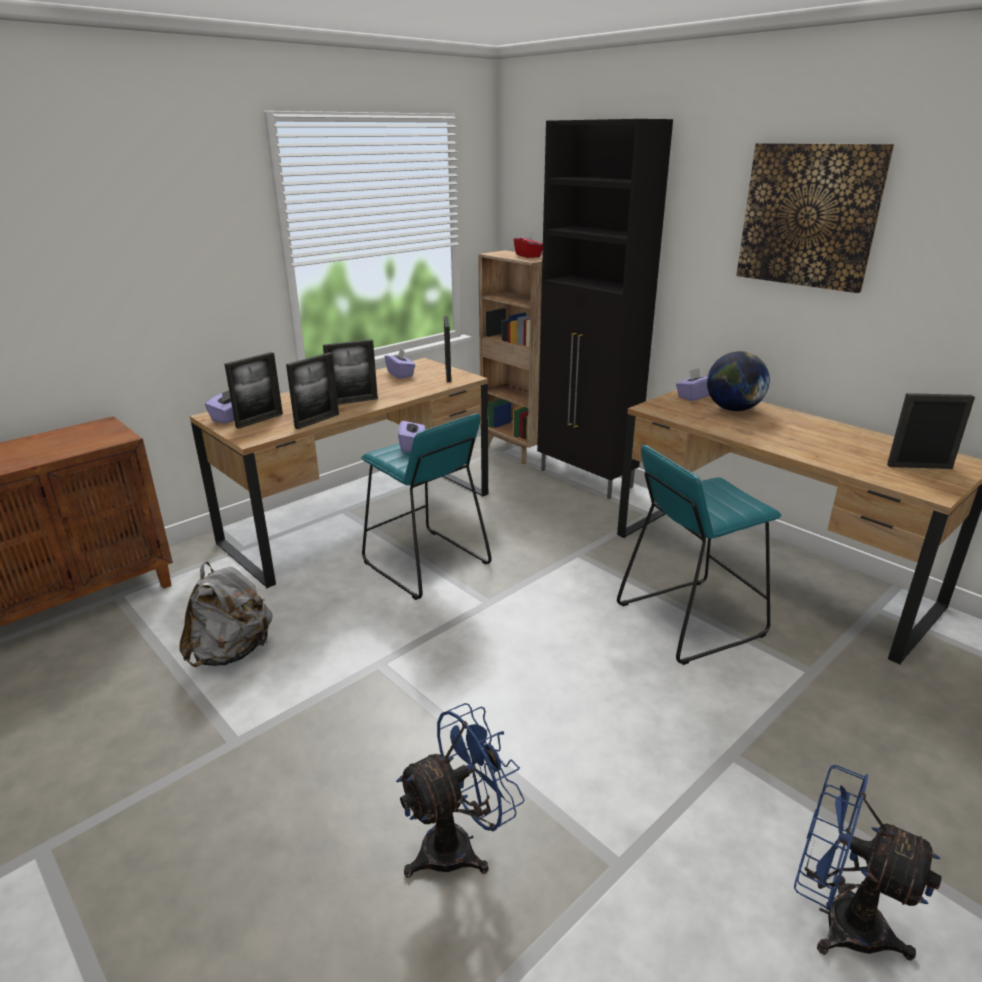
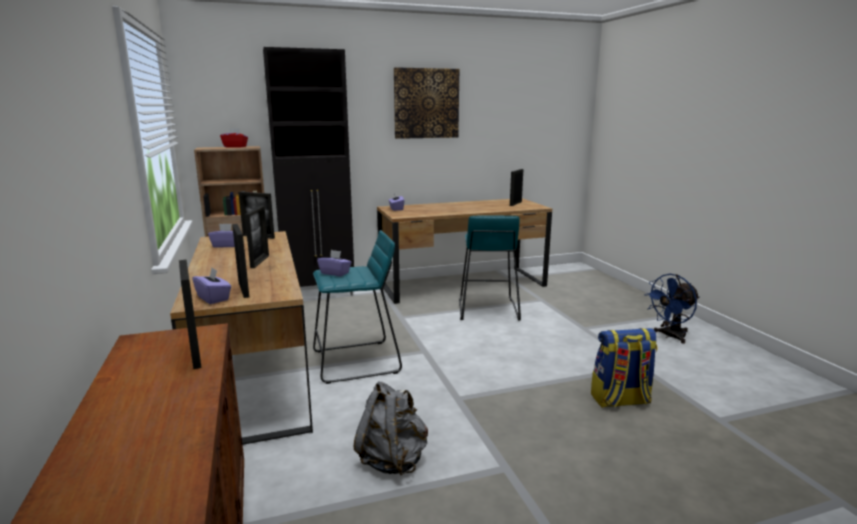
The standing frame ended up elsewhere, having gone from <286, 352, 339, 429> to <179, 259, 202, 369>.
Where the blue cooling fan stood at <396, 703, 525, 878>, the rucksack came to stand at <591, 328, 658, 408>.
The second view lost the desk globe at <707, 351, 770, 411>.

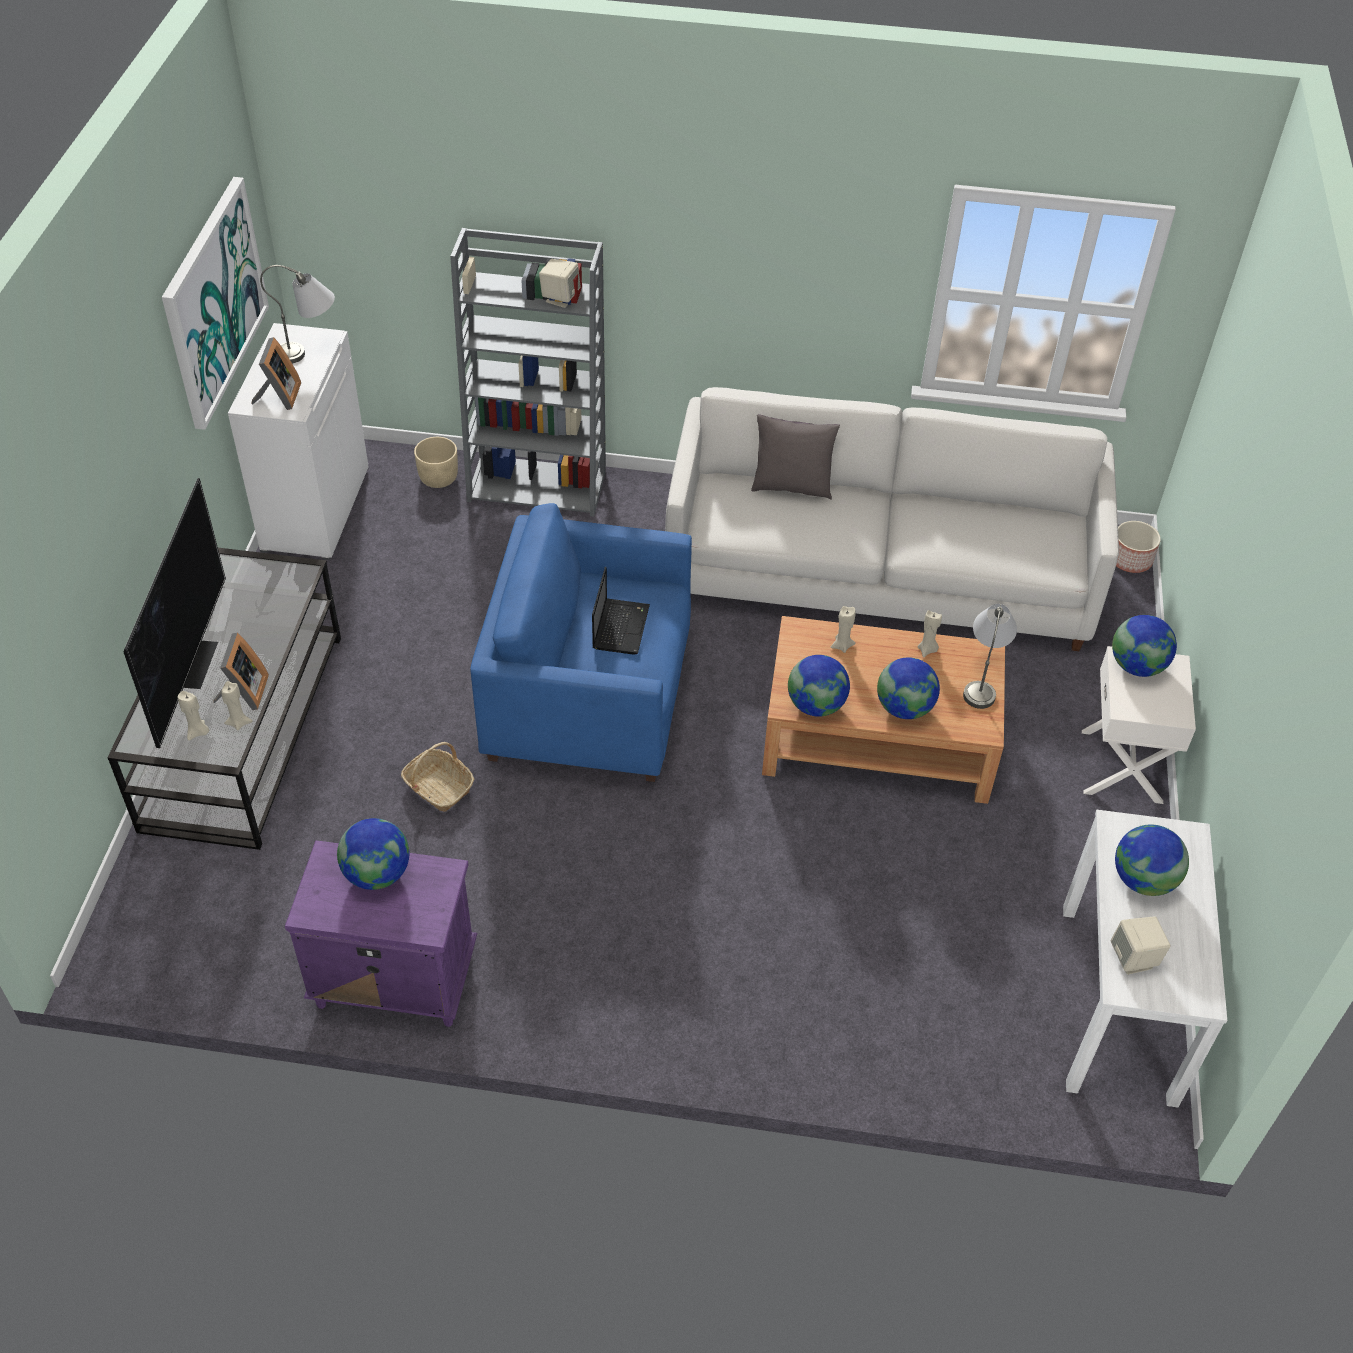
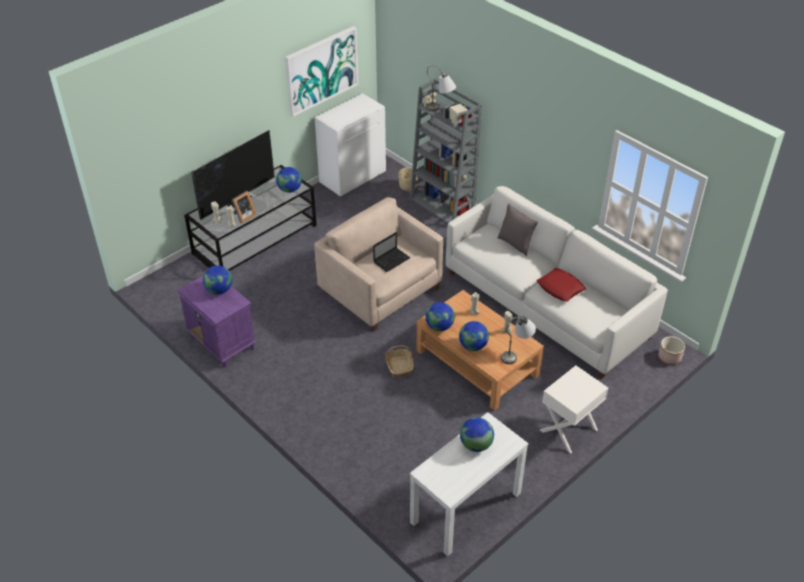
The desk globe ended up elsewhere, having gone from <1112, 615, 1177, 677> to <276, 167, 302, 193>.
What was the blue lounge chair at <470, 503, 692, 782> turned into the beige lounge chair at <314, 197, 443, 331>.
The storage basket ended up elsewhere, having gone from <401, 742, 474, 812> to <385, 346, 414, 377>.
The gray table lamp ended up elsewhere, having gone from <260, 265, 335, 363> to <426, 65, 456, 111>.
The second view gained the reddish pillow at <537, 268, 586, 302>.
The second view lost the standing frame at <252, 337, 301, 410>.
The second view lost the beige audio speaker at <1111, 917, 1171, 975>.

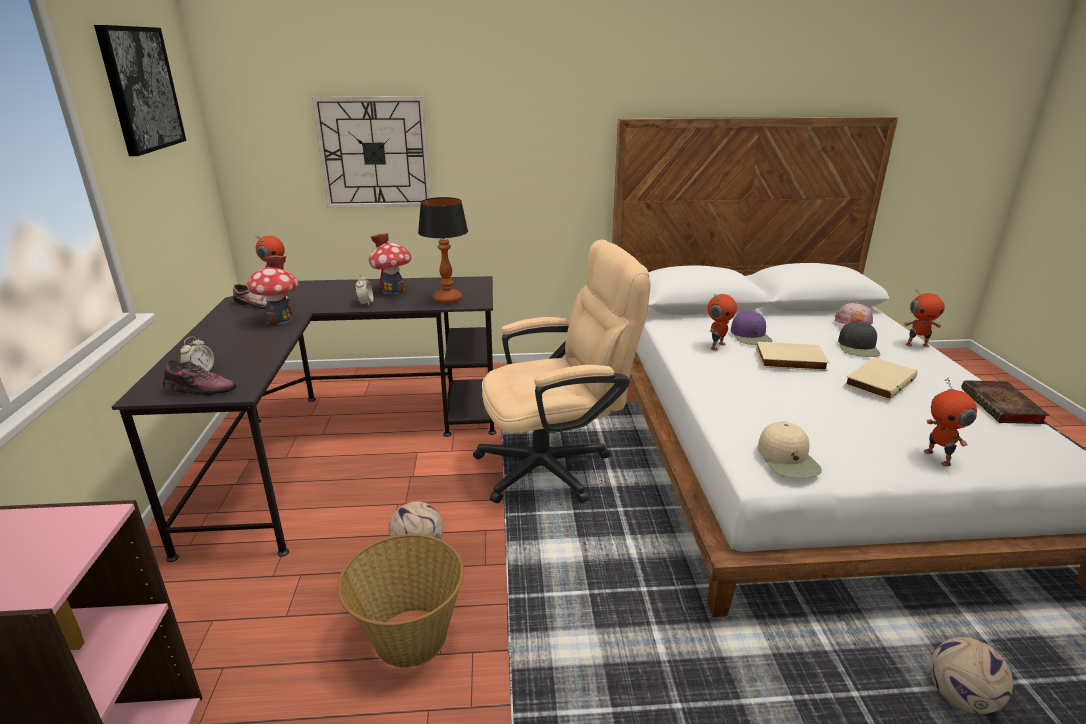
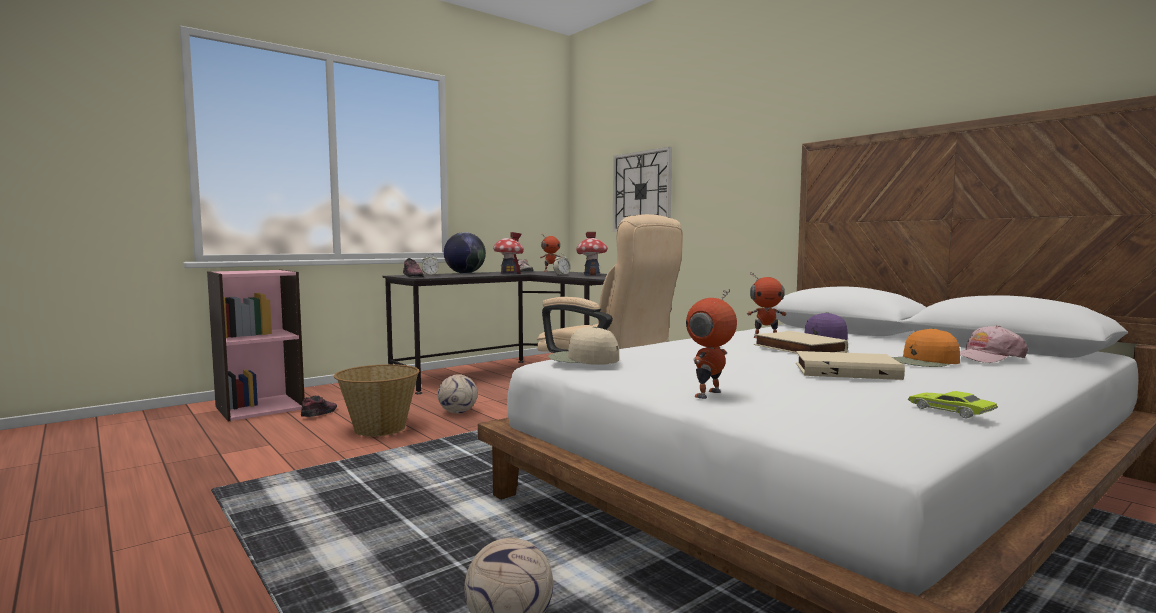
The second view gained the shoe at <301, 395, 337, 417>.
The second view gained the desk globe at <444, 232, 486, 274>.
The beige cap at <757, 421, 822, 478> ended up facing another way, 75 degrees clockwise from before.
What was the black-coloured cap at <838, 322, 880, 357> turned into the orangey cap at <892, 328, 960, 367>.
Where the volume stood at <961, 380, 1050, 424>, the green miniature car came to stand at <908, 391, 998, 419>.
The second view lost the wall picture at <94, 25, 186, 156>.
The second view lost the table lamp at <418, 197, 468, 304>.
The second view lost the model robot at <904, 288, 945, 347>.

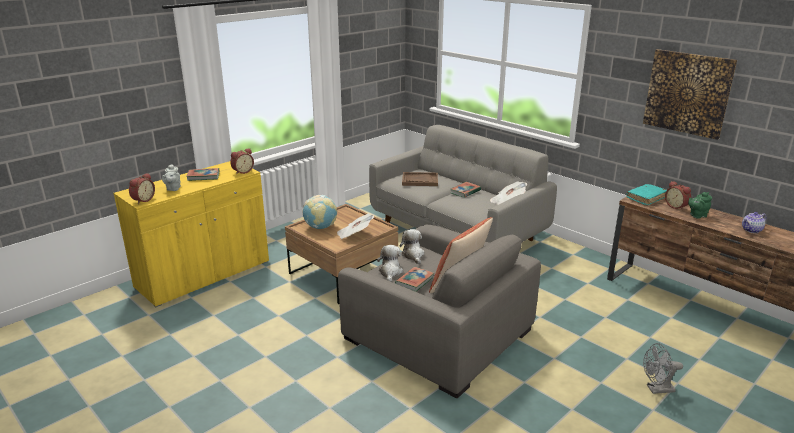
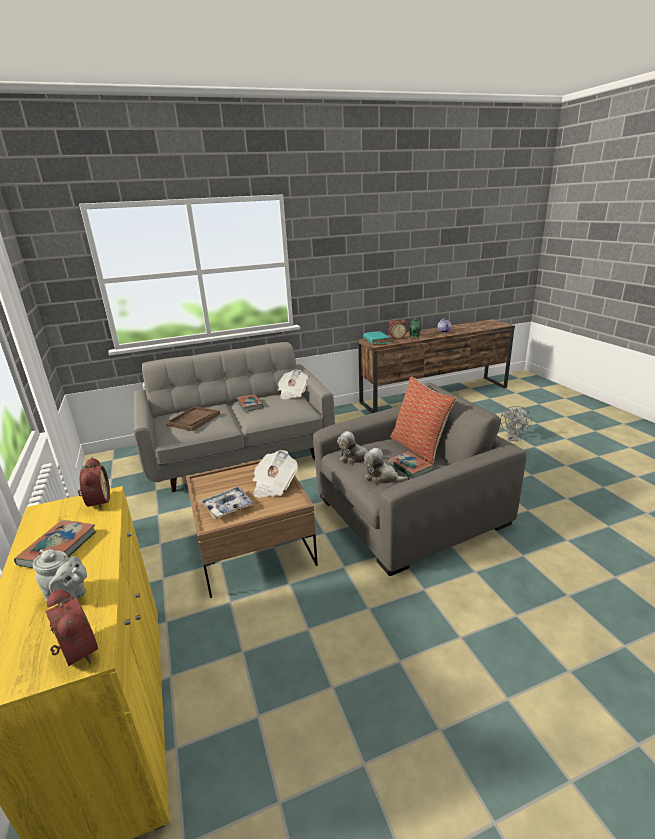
Where the desk globe stood at <302, 195, 337, 229>, the tray came to stand at <201, 486, 255, 519>.
The second view lost the wall picture at <643, 49, 737, 140>.

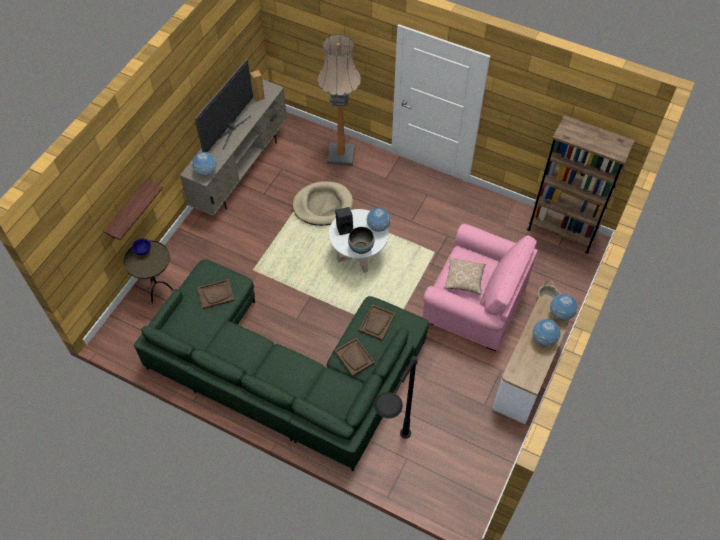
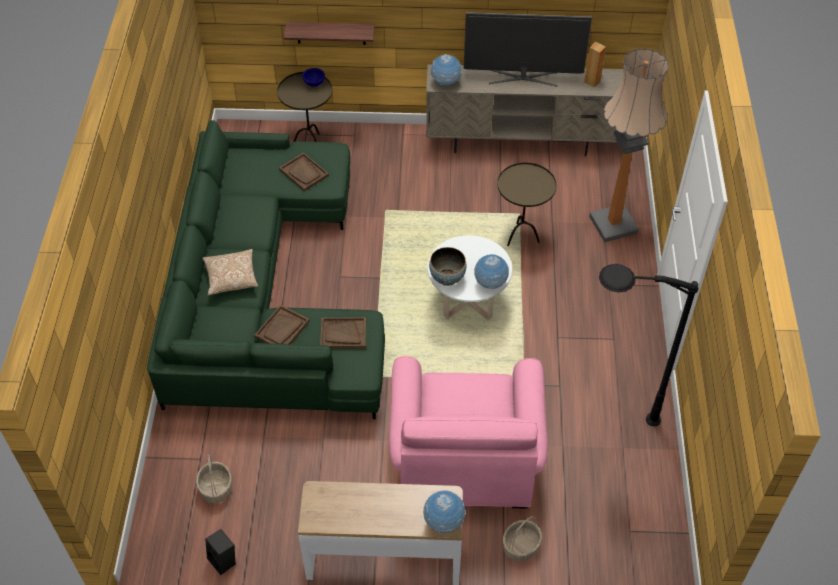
The second view gained the storage basket at <196, 454, 232, 503>.
The pillow ended up elsewhere, having gone from <444, 257, 486, 295> to <203, 249, 258, 295>.
The black-coloured audio speaker ended up elsewhere, having gone from <335, 207, 353, 235> to <205, 529, 235, 575>.
Where the beige pet bed stood at <293, 181, 353, 226>, the brownish end table came to stand at <497, 163, 557, 246>.
The black-coloured floor lamp ended up elsewhere, having gone from <374, 356, 418, 439> to <599, 264, 699, 426>.
The second view lost the brownish bookcase at <527, 115, 635, 254>.
The second view lost the desk globe at <533, 319, 561, 346>.

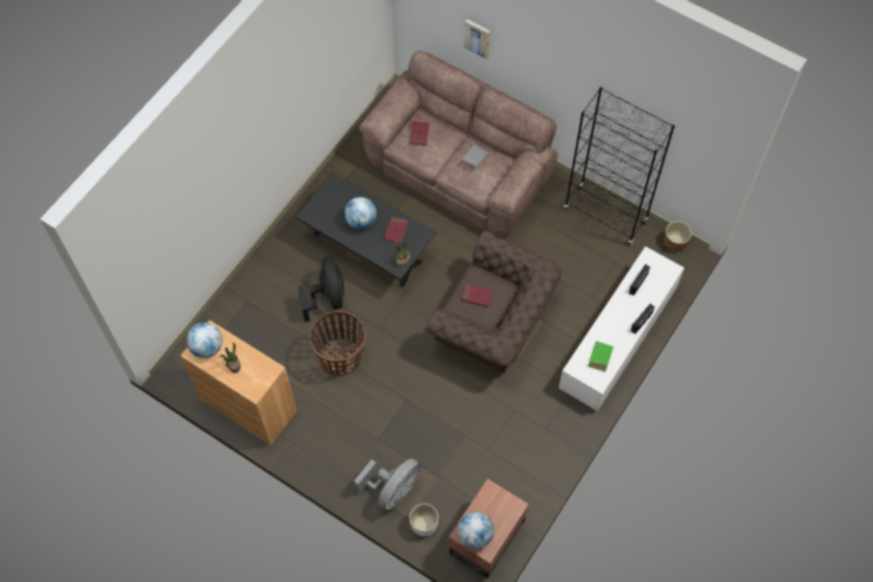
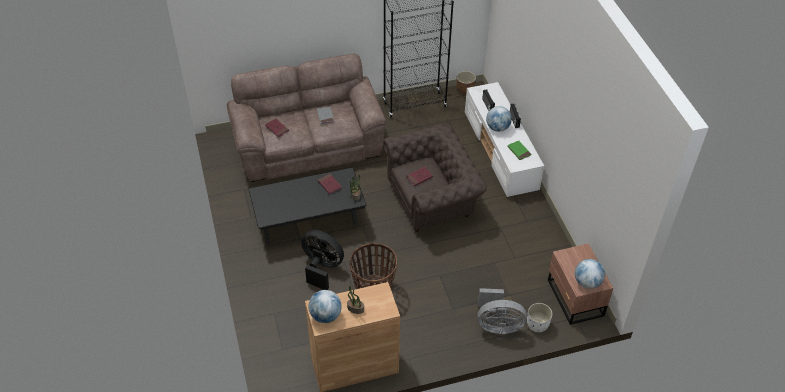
The gray cooling fan at <354, 458, 421, 510> ended up facing another way, 105 degrees clockwise from before.
The desk globe ended up elsewhere, having gone from <344, 197, 377, 229> to <486, 106, 512, 132>.
The second view lost the wall picture at <464, 19, 490, 59>.

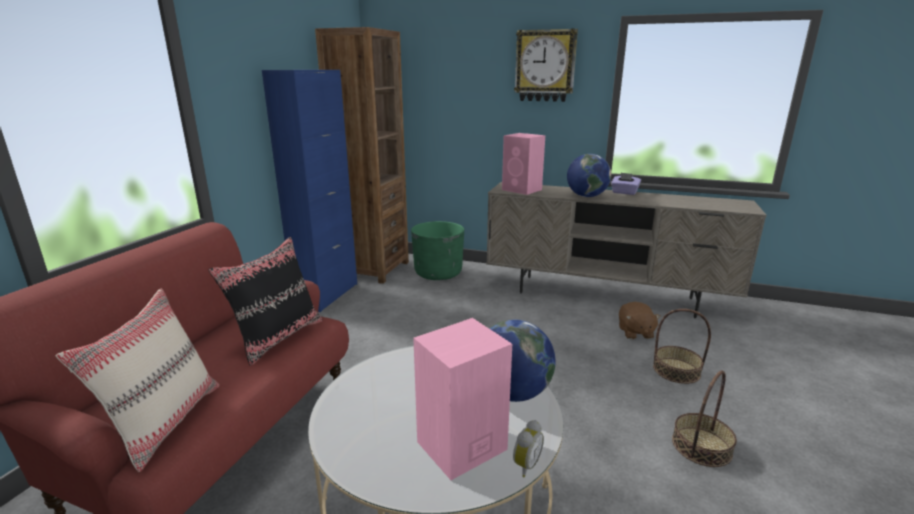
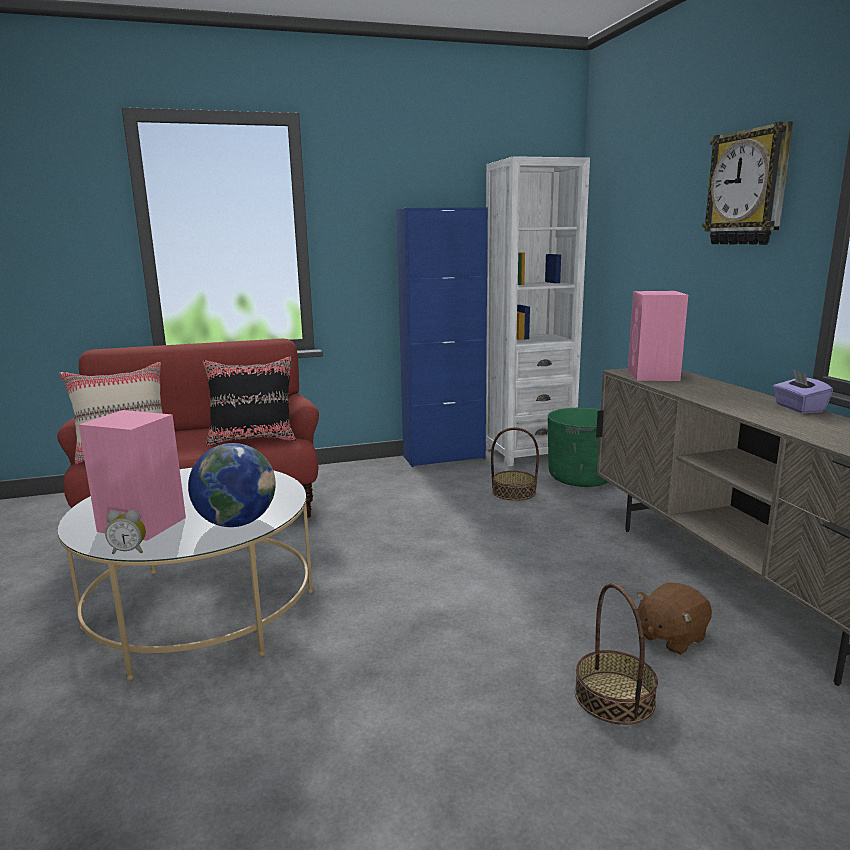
What was the brownish bookcase at <315, 27, 409, 284> turned into the whitish bookcase at <486, 156, 590, 467>.
The storage basket ended up elsewhere, having gone from <672, 371, 737, 467> to <491, 428, 539, 501>.
The second view lost the desk globe at <567, 154, 611, 197>.

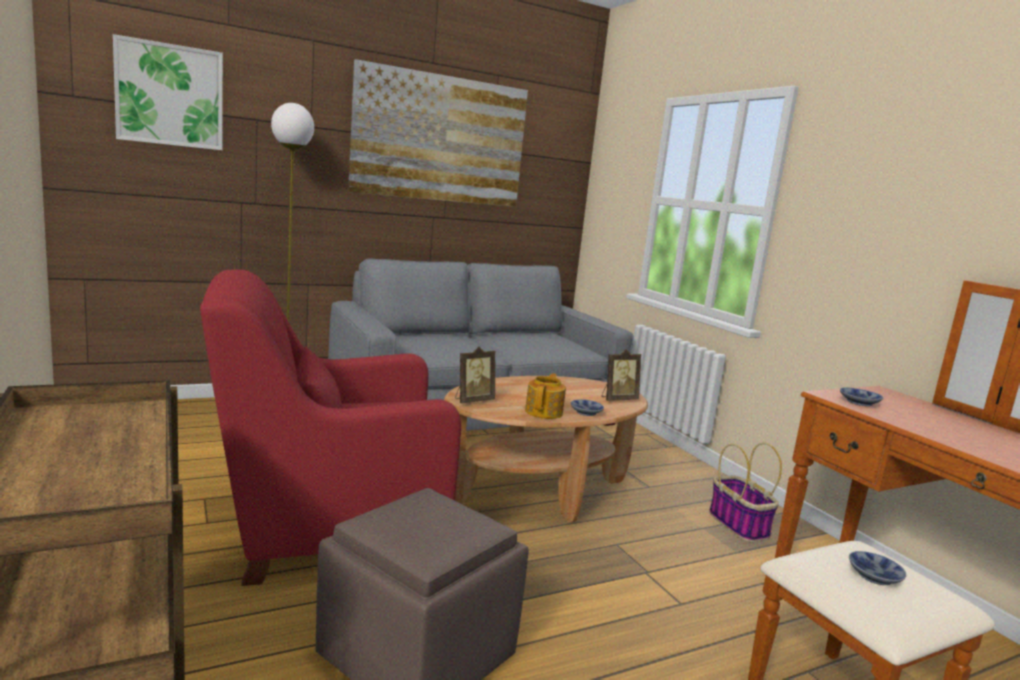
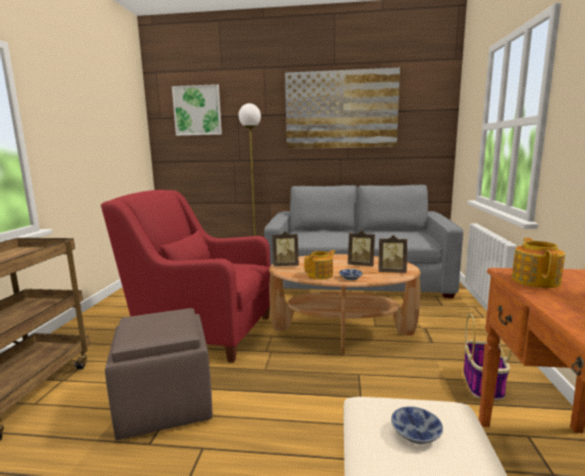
The second view gained the standing frame at <348, 230, 375, 267>.
Where the bowl stood at <840, 387, 883, 406>, the tea pot came to stand at <512, 238, 565, 288>.

